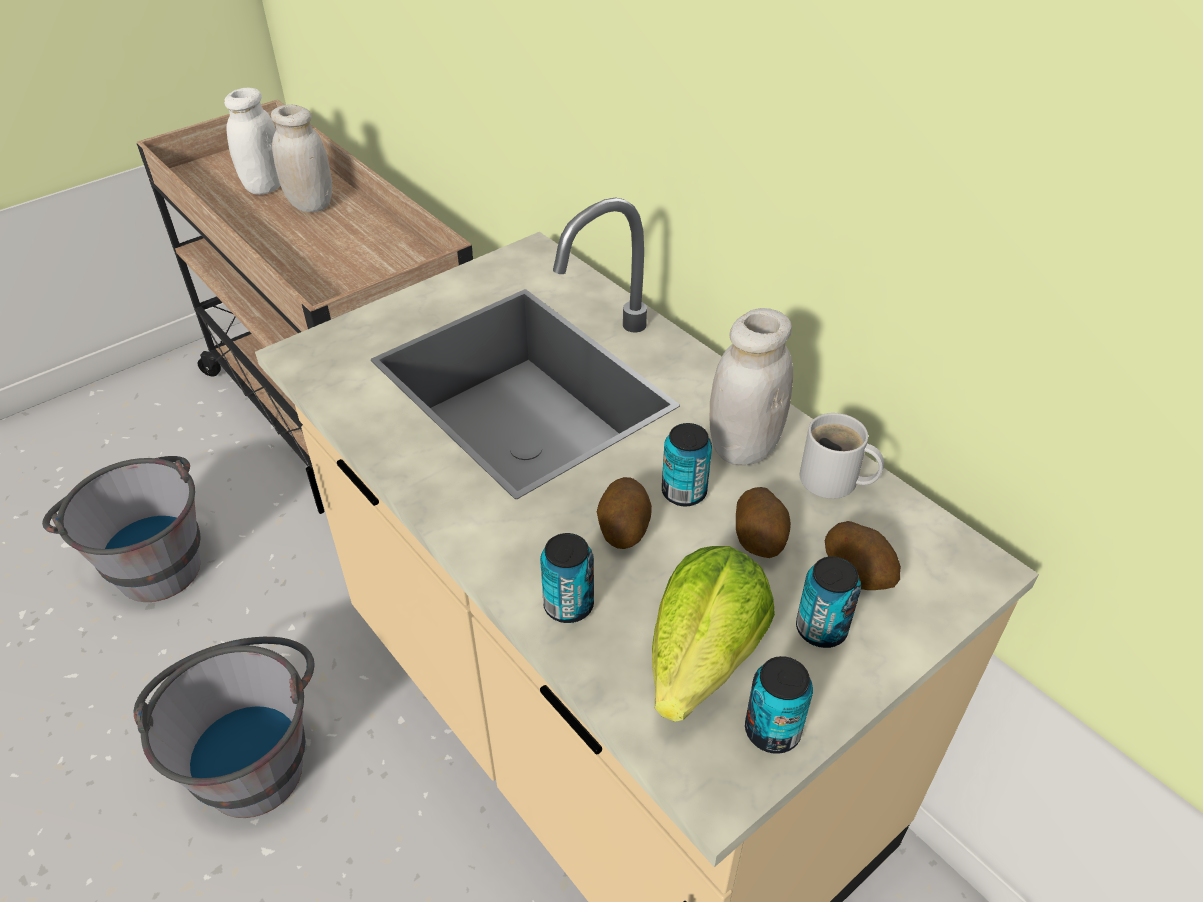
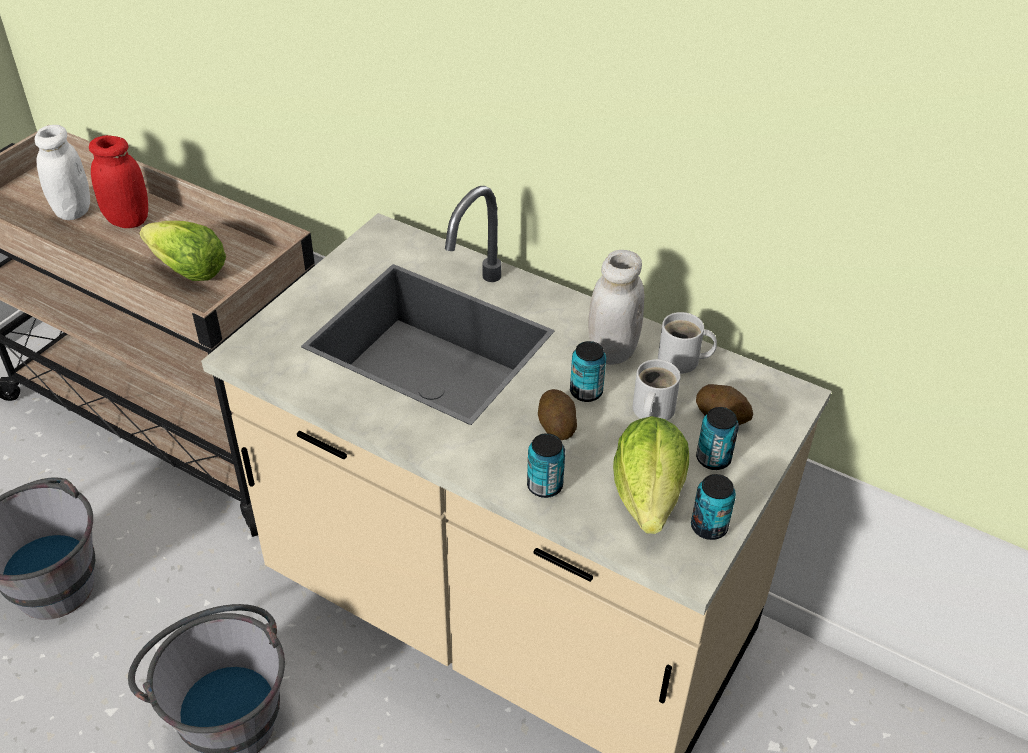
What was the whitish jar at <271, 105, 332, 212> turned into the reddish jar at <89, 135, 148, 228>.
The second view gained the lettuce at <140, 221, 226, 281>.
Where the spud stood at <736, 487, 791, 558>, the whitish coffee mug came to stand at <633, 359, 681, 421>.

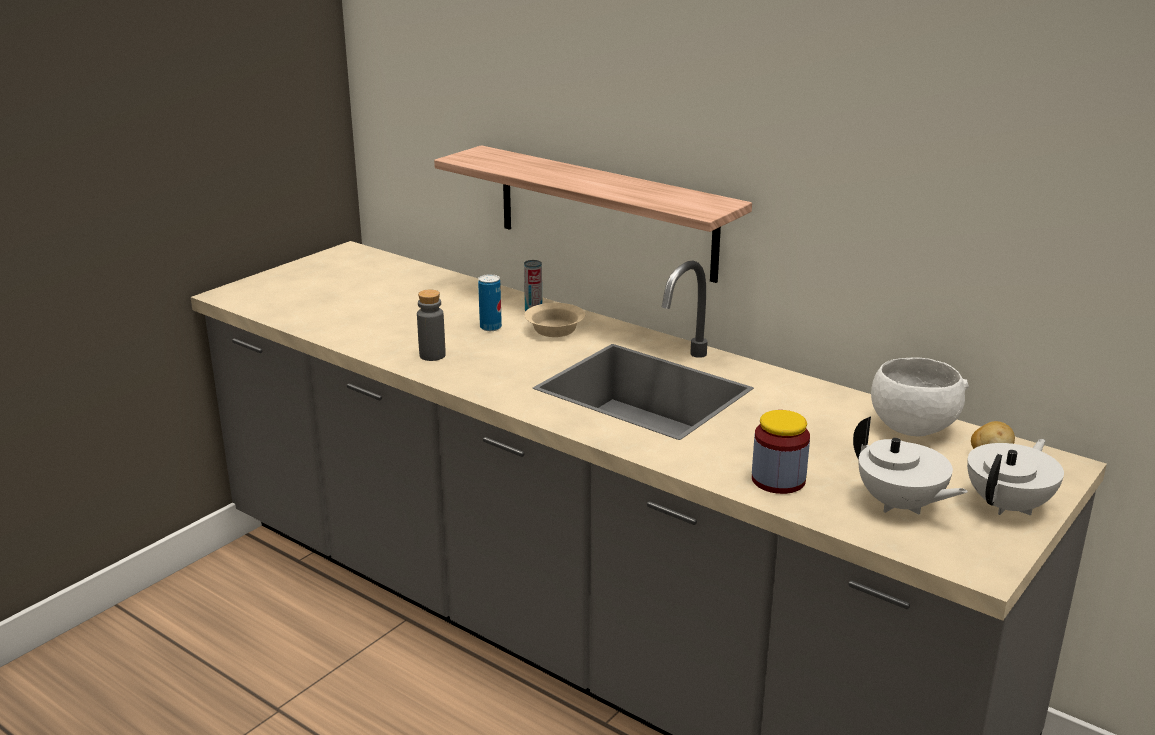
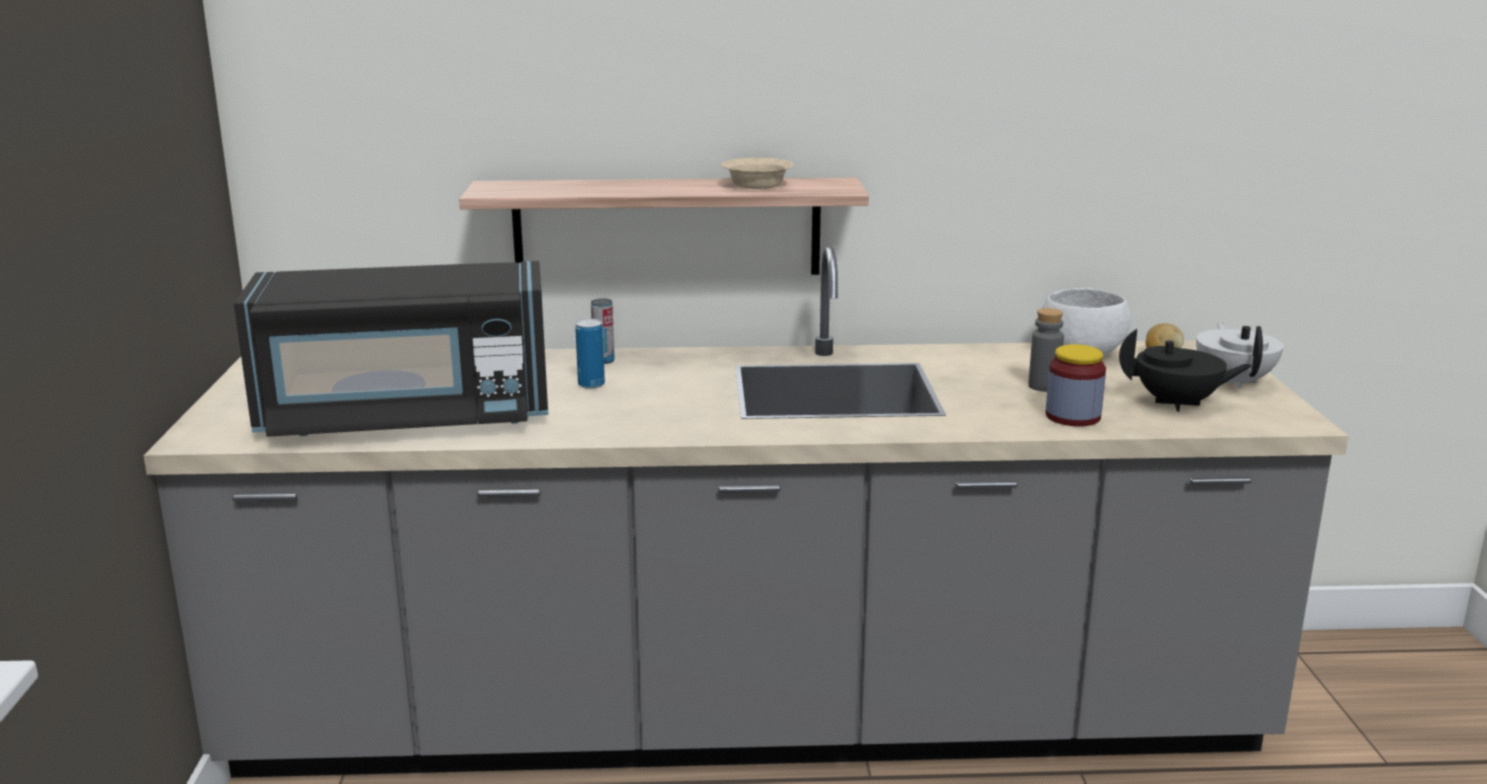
The second view gained the black-coloured microwave oven at <234, 261, 548, 437>.
The beige bowl ended up elsewhere, having gone from <524, 303, 585, 337> to <721, 158, 794, 189>.
The gray drink bottle ended up elsewhere, having gone from <417, 290, 446, 361> to <1028, 308, 1064, 392>.
What was the whitish tea pot at <853, 416, 968, 515> turned into the black-coloured tea pot at <1119, 329, 1252, 412>.

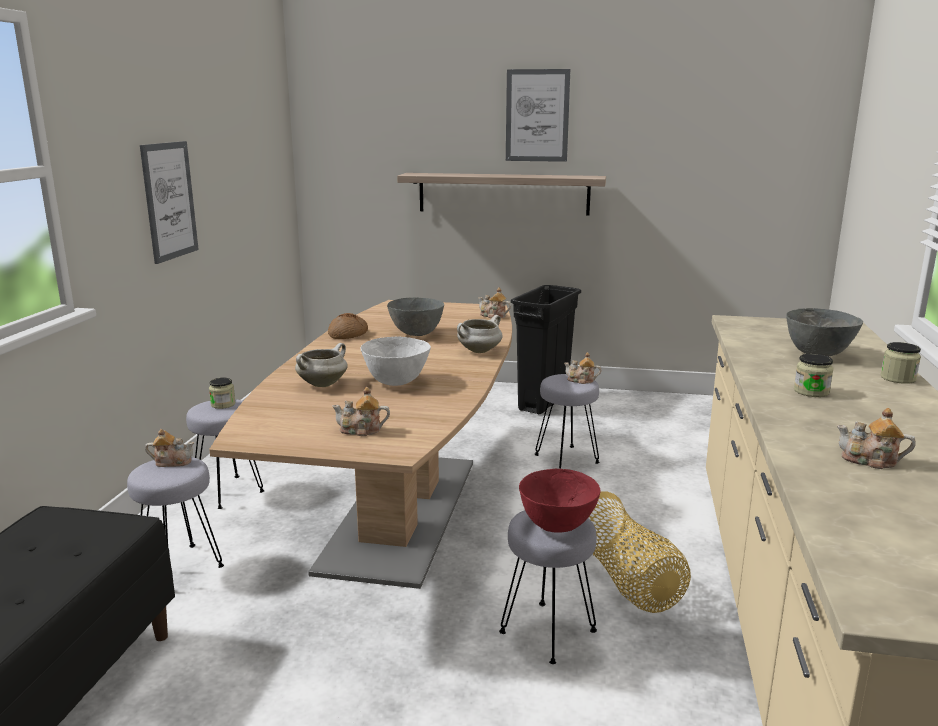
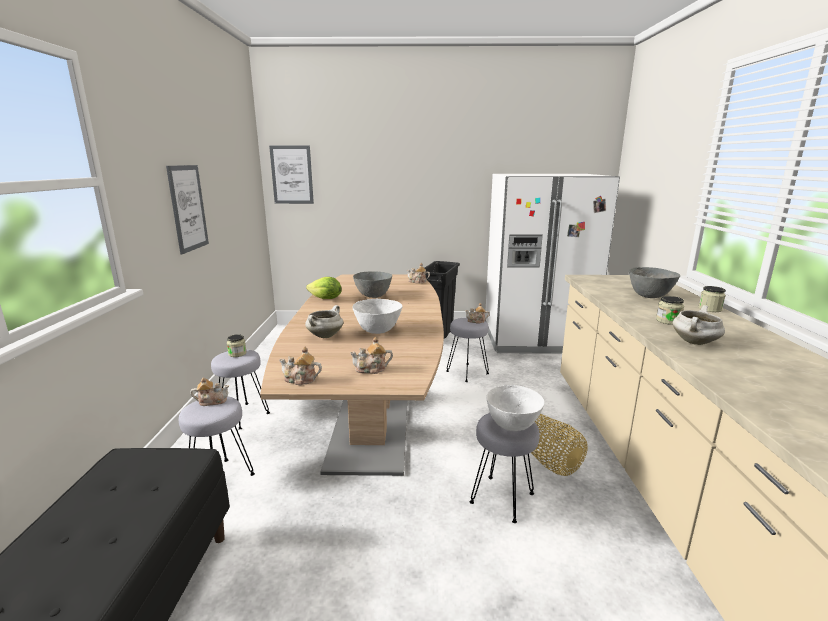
The wall picture ended up elsewhere, having gone from <506, 69, 570, 162> to <269, 146, 314, 204>.
The tea pot ended up elsewhere, having gone from <837, 408, 916, 469> to <279, 347, 322, 385>.
Where the baked bread stood at <328, 313, 368, 339>, the lettuce came to stand at <306, 277, 342, 299>.
The second view gained the whitish fridge at <485, 174, 620, 354>.
What was the reddish bowl at <519, 469, 601, 533> turned into the whitish bowl at <486, 385, 545, 431>.
The whitish stockpot ended up elsewhere, having gone from <457, 315, 503, 353> to <672, 305, 725, 345>.
The second view lost the bracket shelf at <397, 173, 606, 216>.

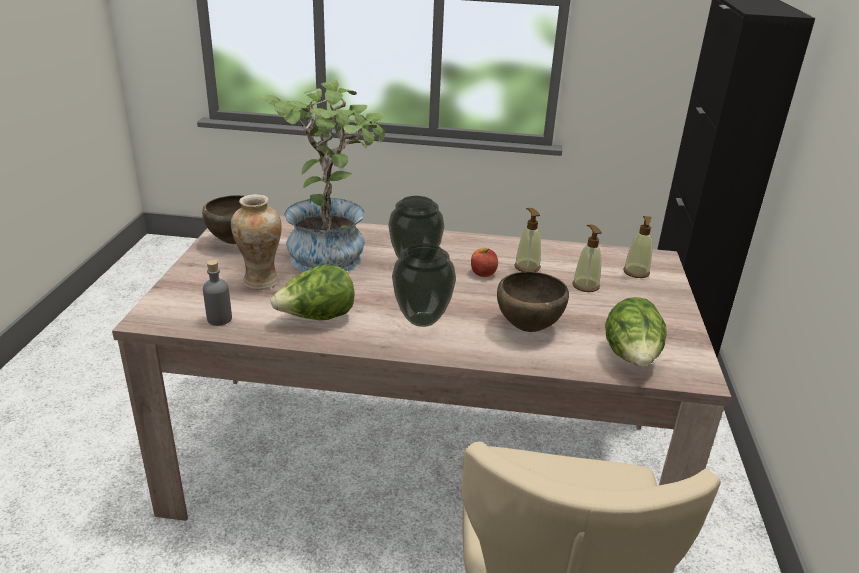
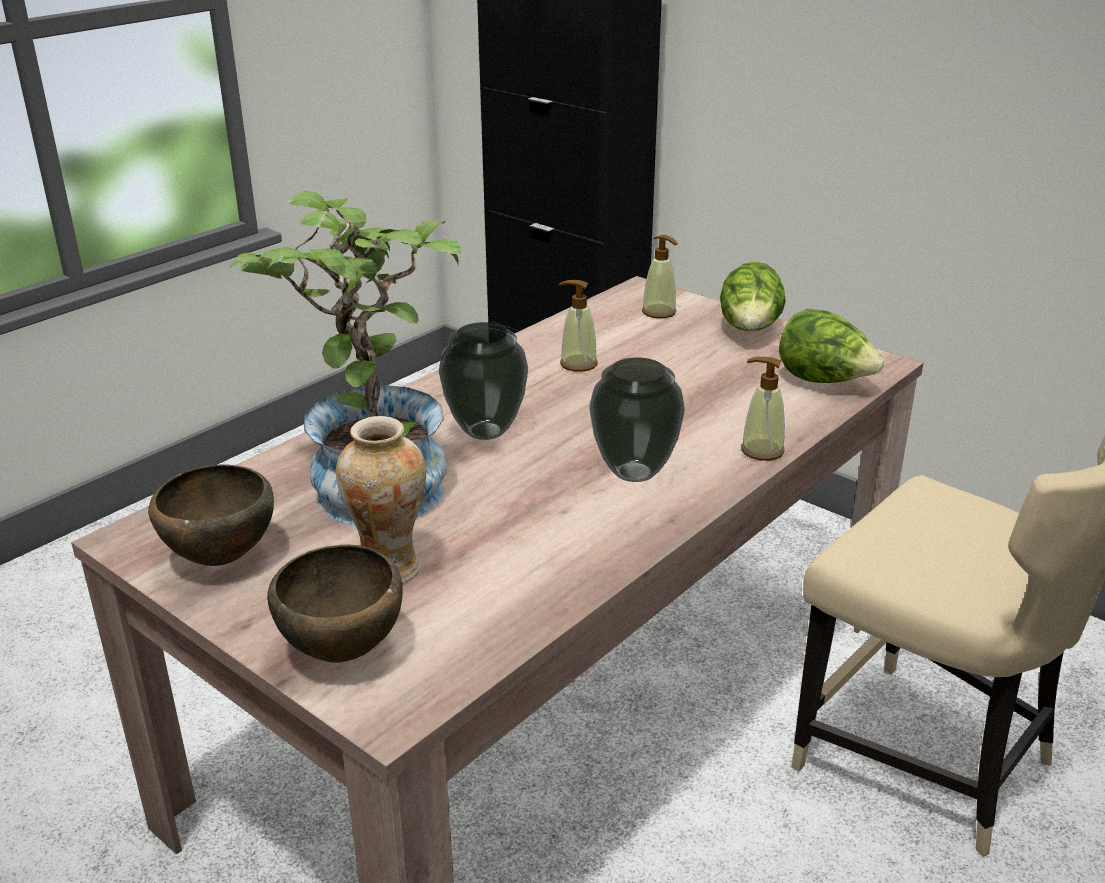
The brownish bowl ended up elsewhere, having gone from <497, 272, 569, 332> to <267, 544, 403, 663>.
The lettuce ended up elsewhere, having gone from <271, 264, 355, 320> to <720, 262, 786, 331>.
The liquid soap bottle ended up elsewhere, having gone from <572, 225, 602, 292> to <741, 357, 785, 461>.
The second view lost the gray drink bottle at <203, 260, 232, 326>.
The second view lost the whole apple at <471, 248, 498, 277>.

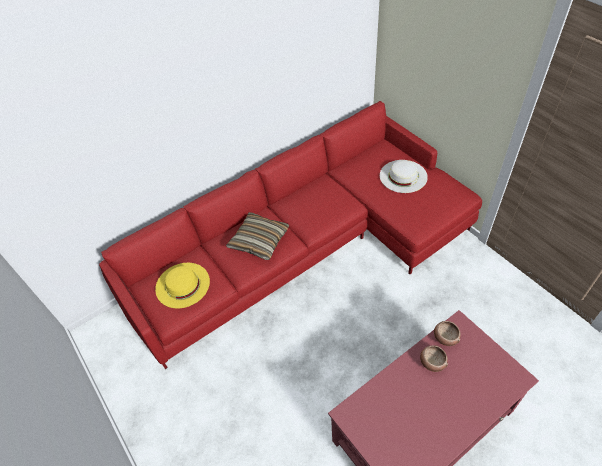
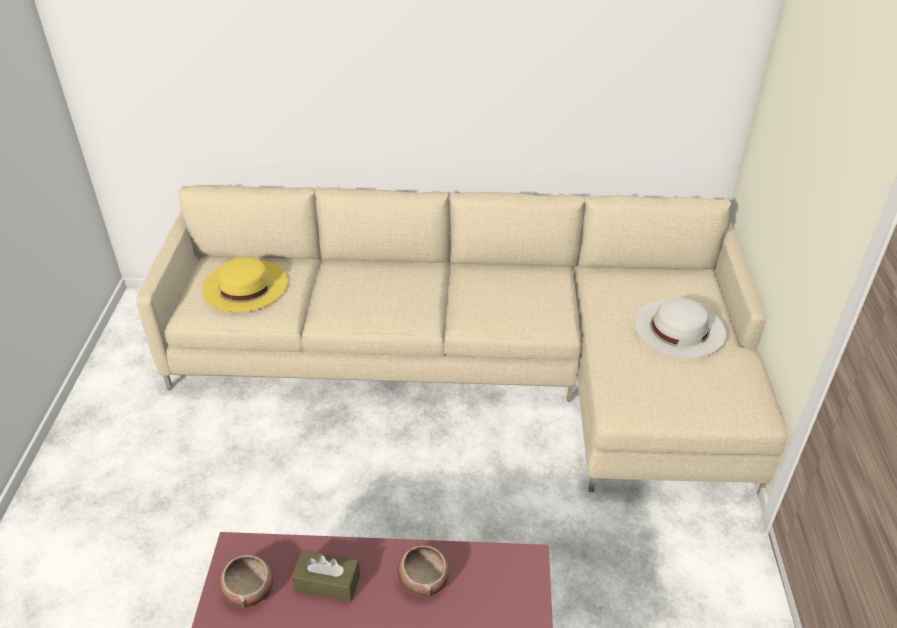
What was the reddish couch at <99, 101, 482, 369> turned into the beige couch at <136, 185, 787, 495>.
The bowl ended up elsewhere, having gone from <434, 321, 461, 346> to <220, 555, 273, 608>.
The second view gained the brownish tissue box at <291, 550, 360, 602>.
The second view lost the pillow at <226, 212, 289, 260>.

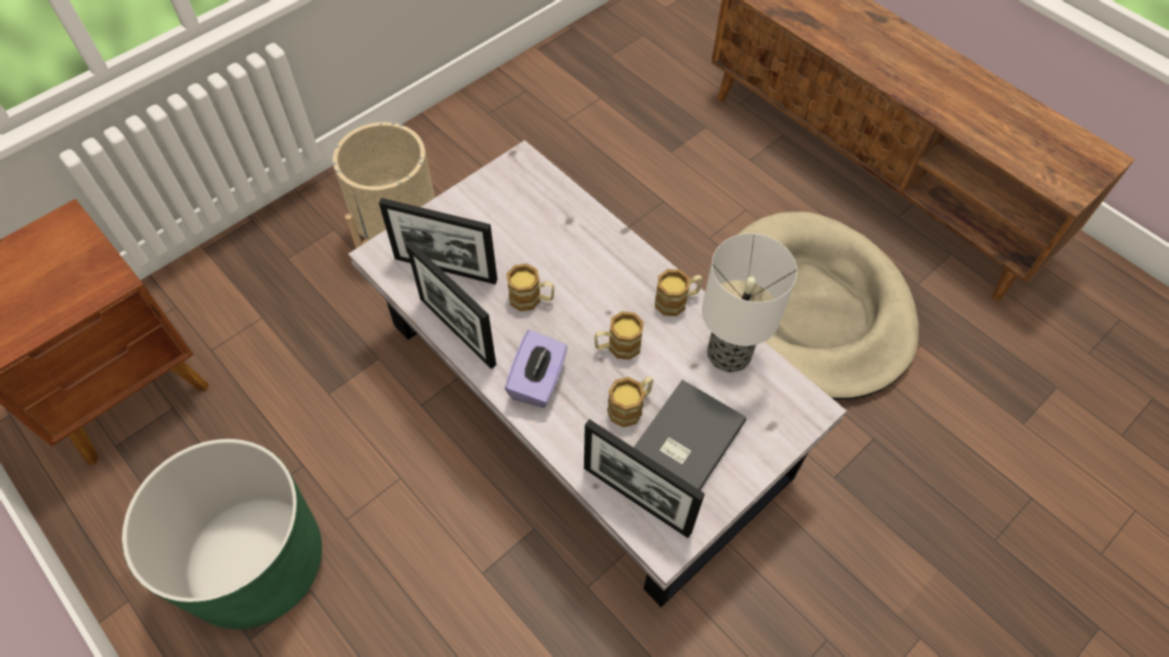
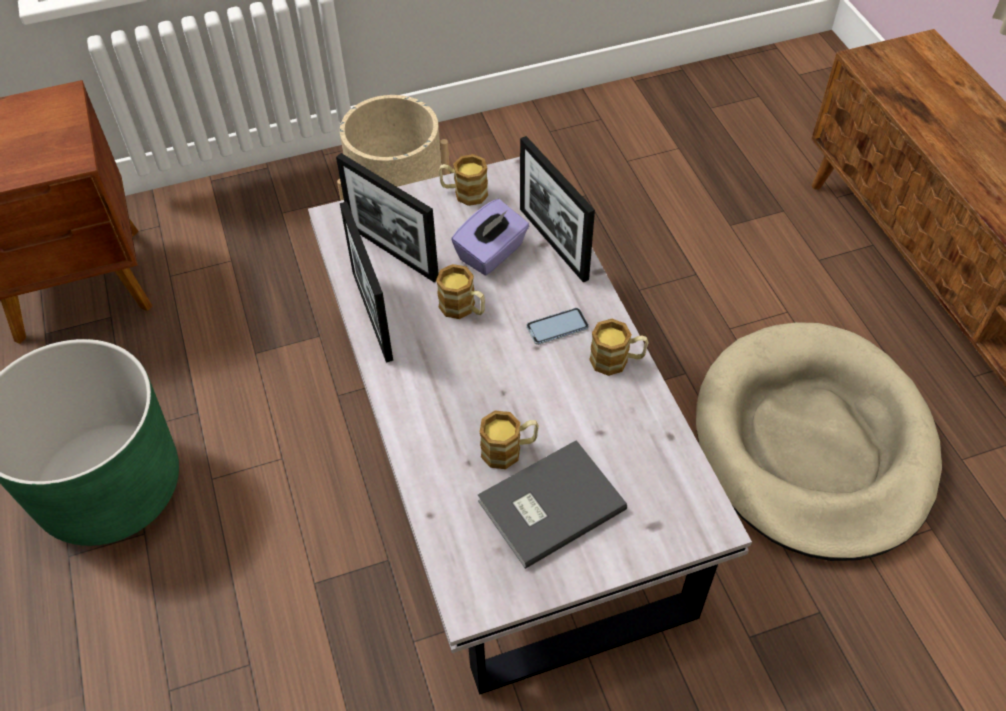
The coffee mug ended up elsewhere, having gone from <594, 311, 644, 360> to <438, 154, 488, 206>.
The purple-coloured tissue box ended up elsewhere, having gone from <505, 330, 567, 408> to <451, 199, 529, 275>.
The standing frame ended up elsewhere, having gone from <584, 419, 705, 538> to <520, 136, 595, 283>.
The second view gained the handset at <526, 308, 589, 345>.
The second view lost the table lamp at <702, 233, 797, 372>.

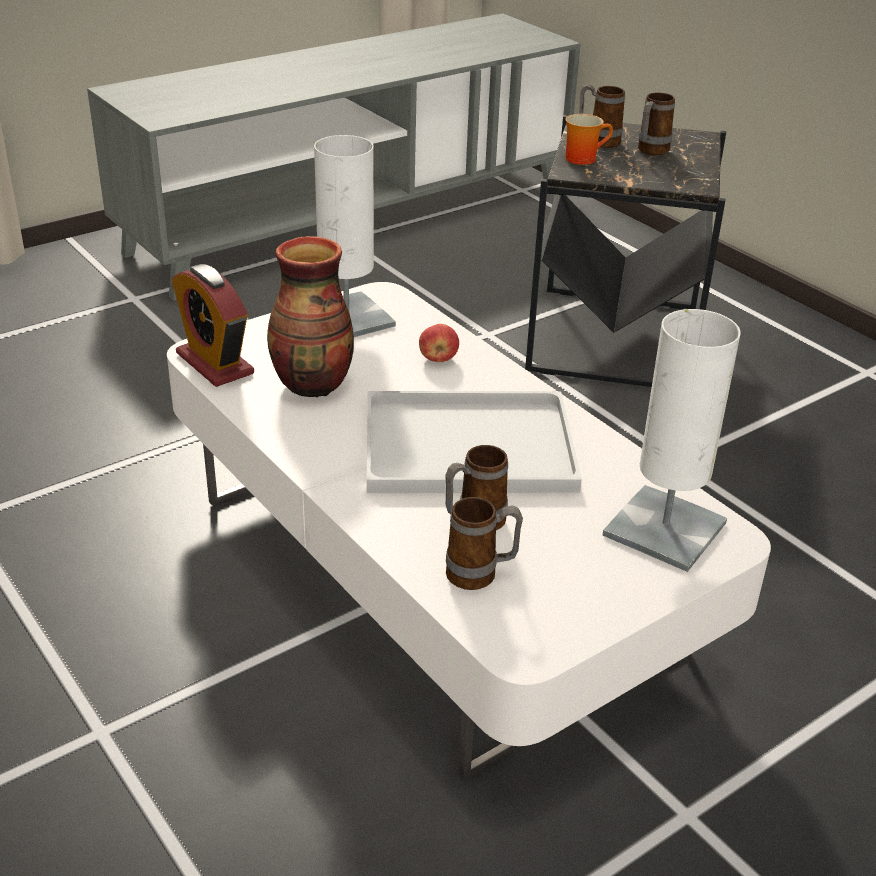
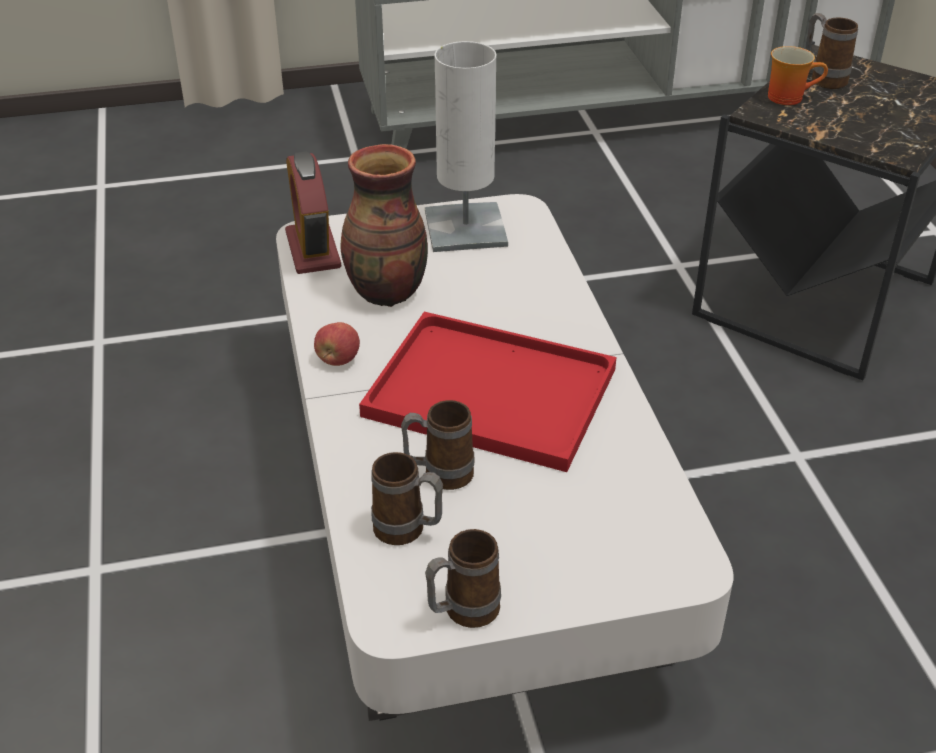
The whole apple ended up elsewhere, having gone from <419, 324, 459, 362> to <314, 322, 360, 366>.
What was the whitish tray at <367, 391, 582, 493> turned into the reddish tray at <359, 312, 617, 472>.
The coffee mug ended up elsewhere, having gone from <638, 92, 675, 155> to <425, 529, 501, 628>.
The second view lost the whitish table lamp at <603, 309, 741, 572>.

